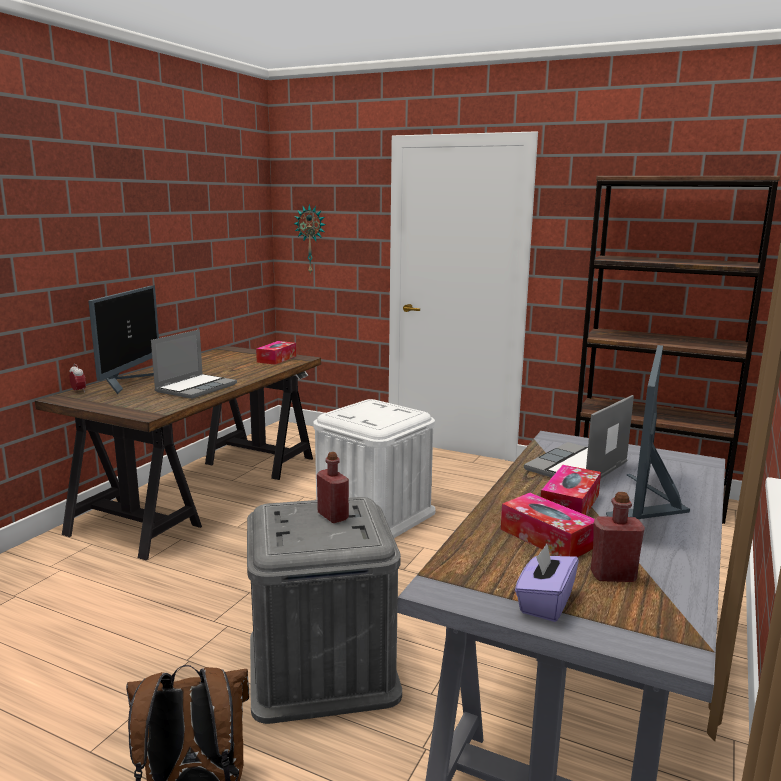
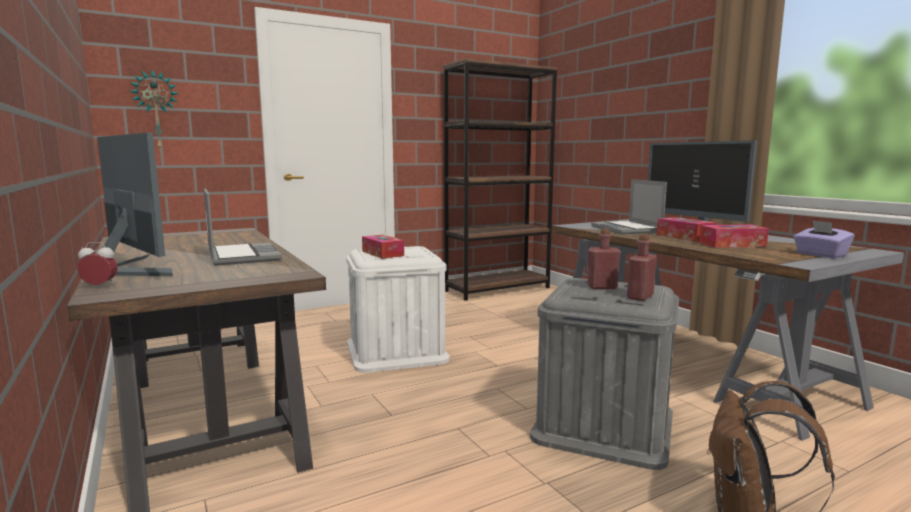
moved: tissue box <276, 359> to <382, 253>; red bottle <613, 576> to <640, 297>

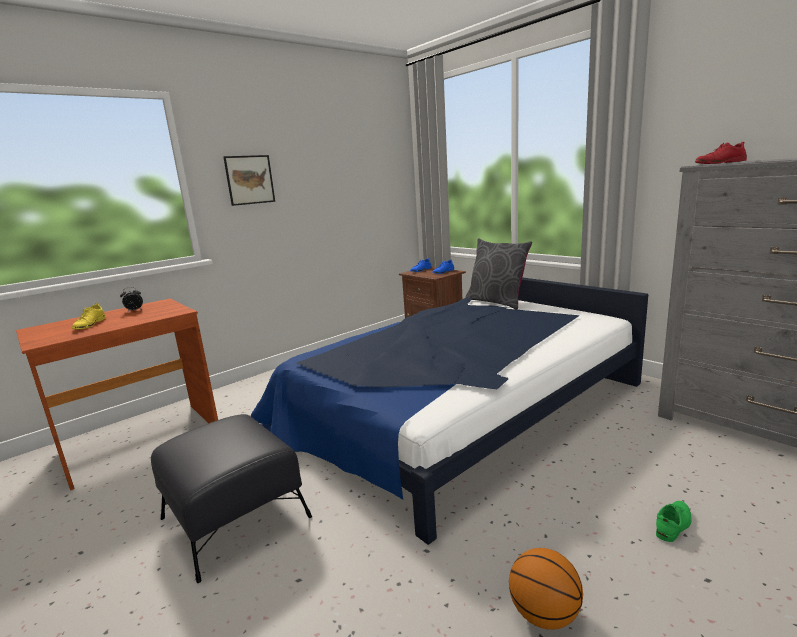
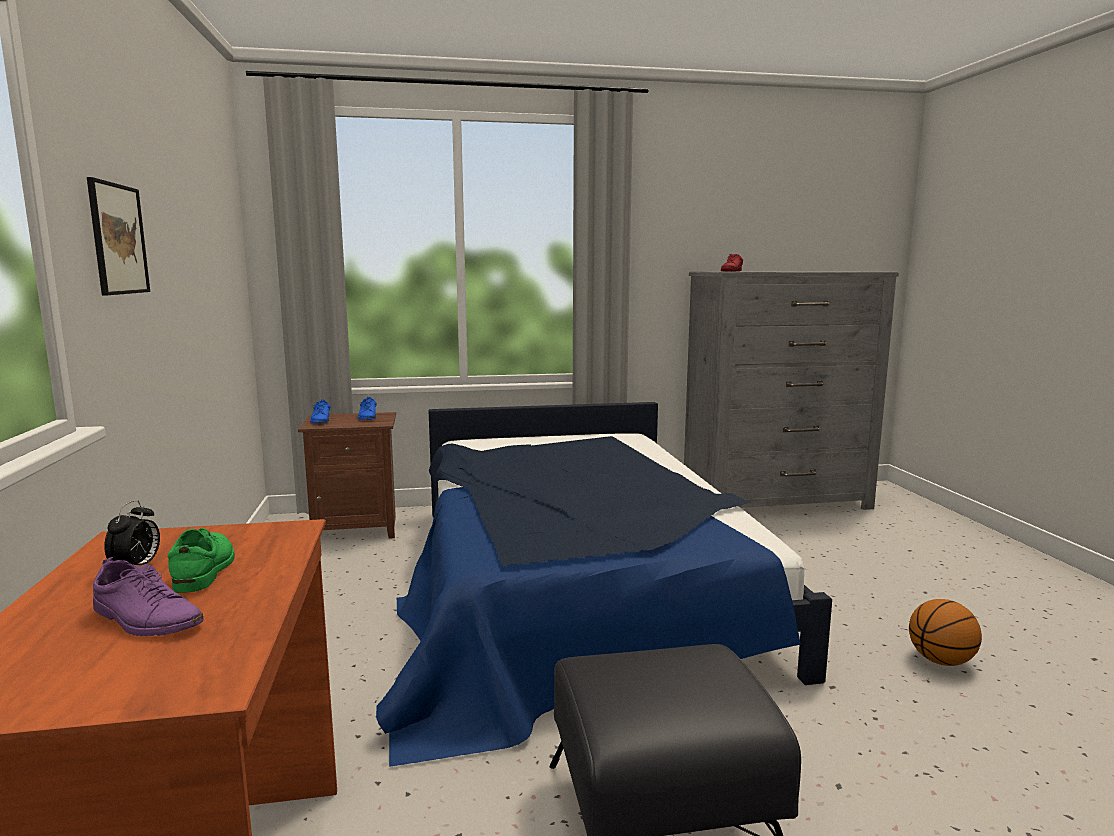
removed: grey pillow <496, 302>
moved: green shoe <673, 524> to <204, 569>
recoloured: yellow shoe <89, 324> to purple shoe <146, 619>

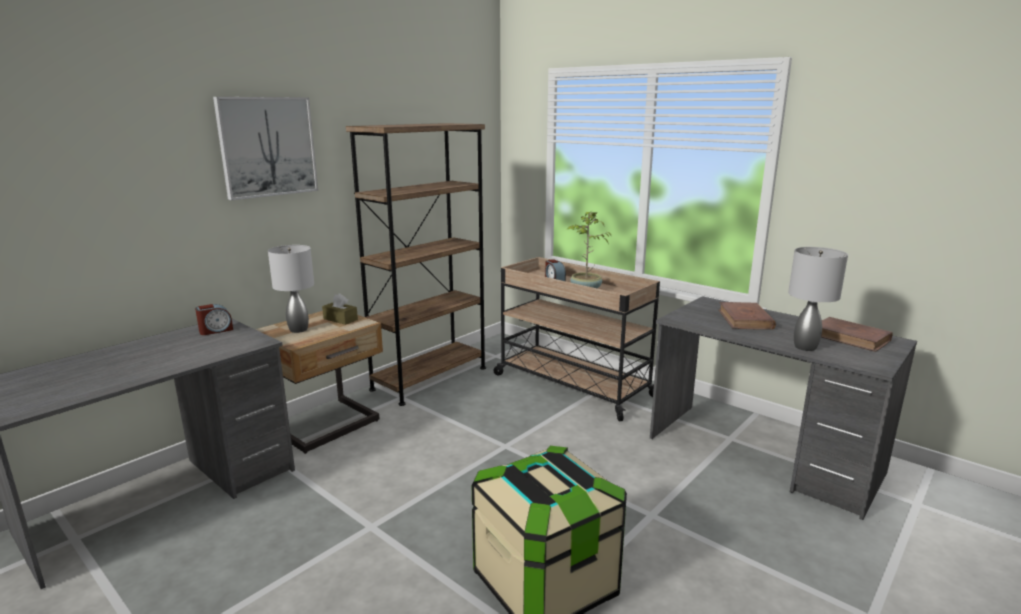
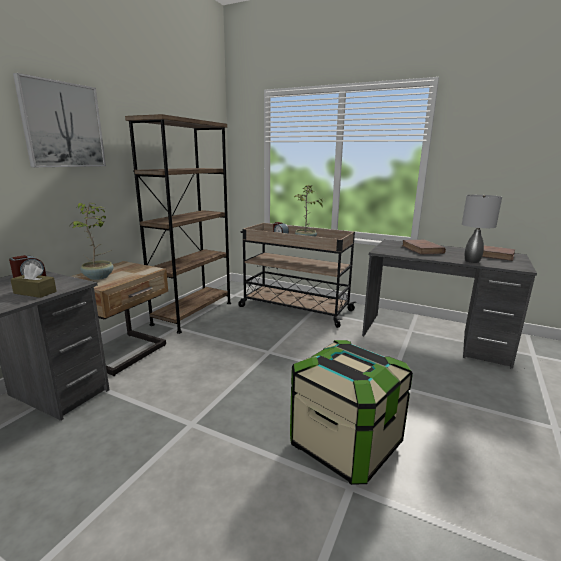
moved: brown tissue box <340, 319> to <35, 292>
replaced: grey table lamp <298, 330> to potted plant <99, 277>

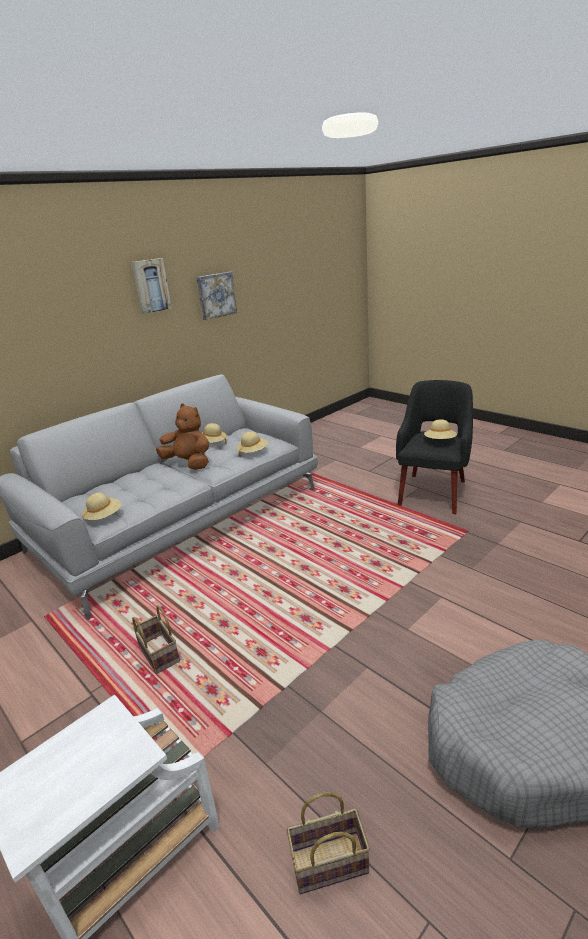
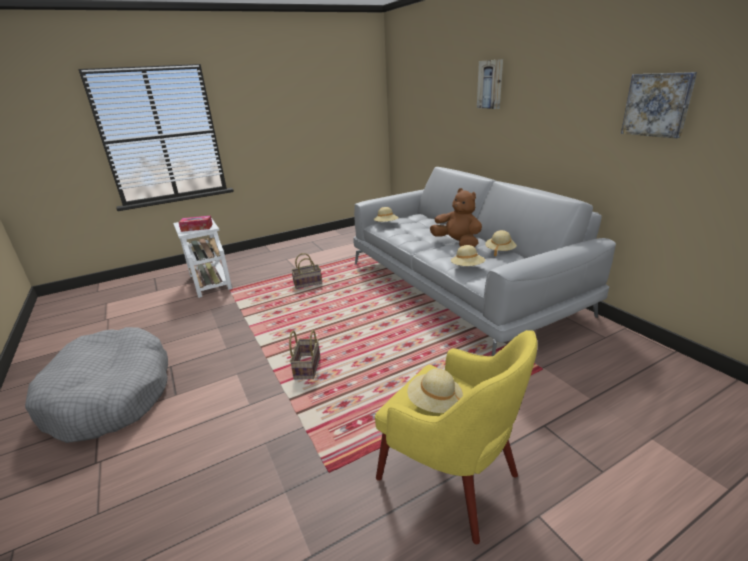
added: tissue box <197, 228>
moved: basket <328, 865> to <306, 367>; picture <151, 285> to <490, 84>
recoloured: black armchair <433, 492> to yellow armchair <450, 479>
turned: brown plush toy <189, 463> = <457, 243> 90 degrees counterclockwise

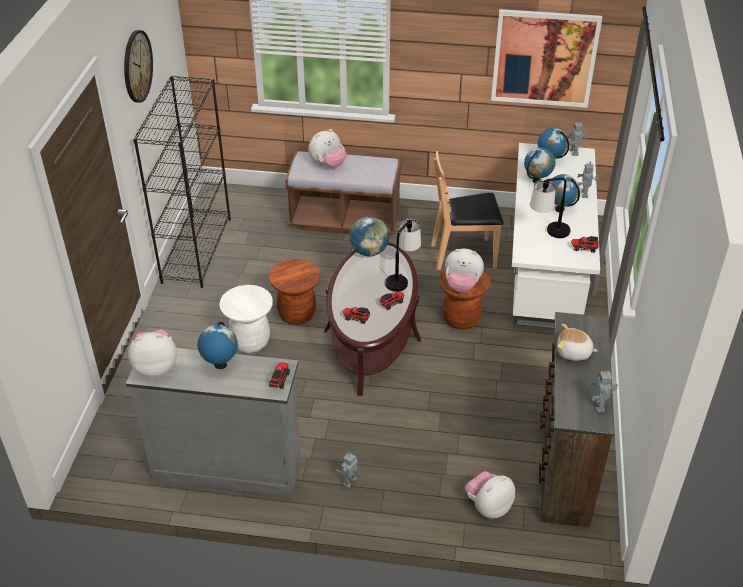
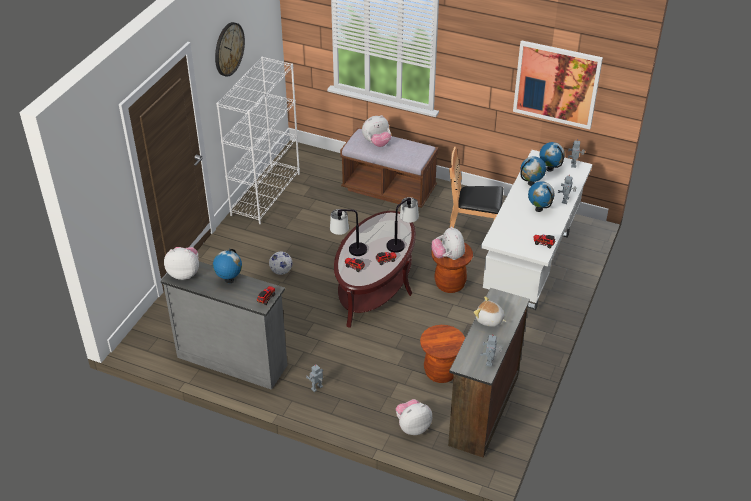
removed: globe <369, 251>
moved: table lamp <548, 233> to <349, 250>; brown stool <297, 314> to <440, 372>
replaced: white stool <250, 341> to football <281, 271>
recoloured: black bookcase <196, 249> to white bookcase <265, 194>
turned: plush toy <462, 285> = <448, 256> 45 degrees clockwise

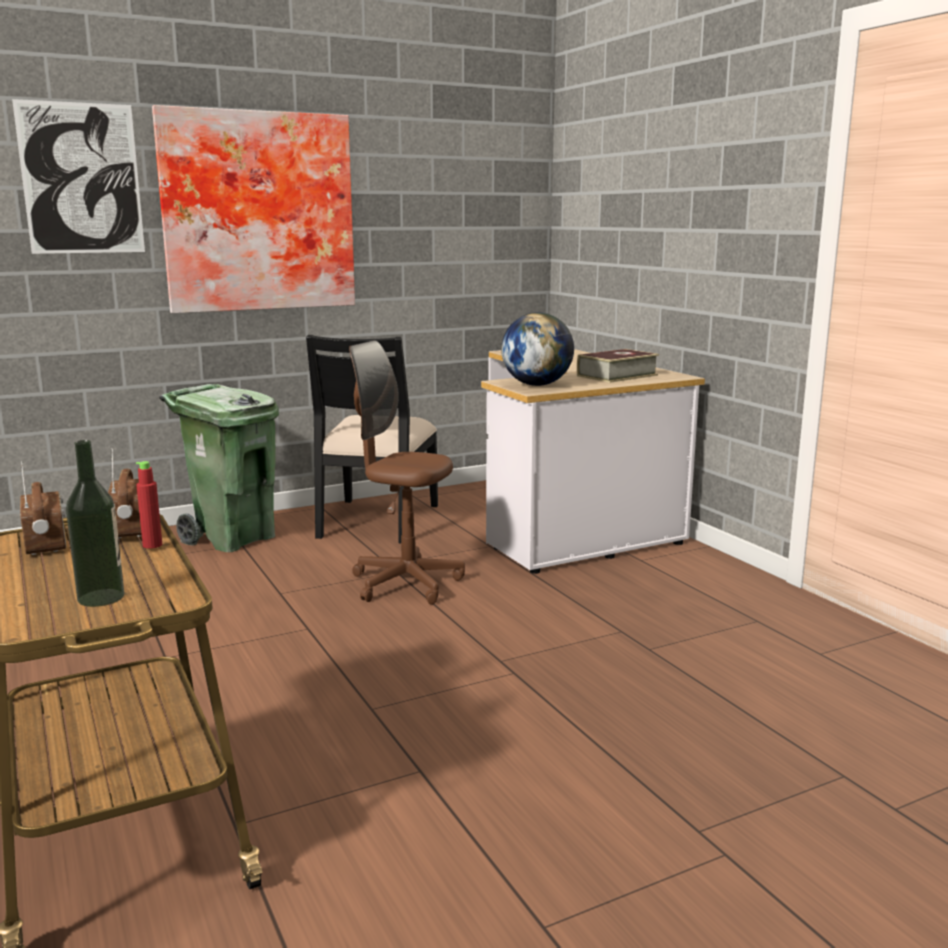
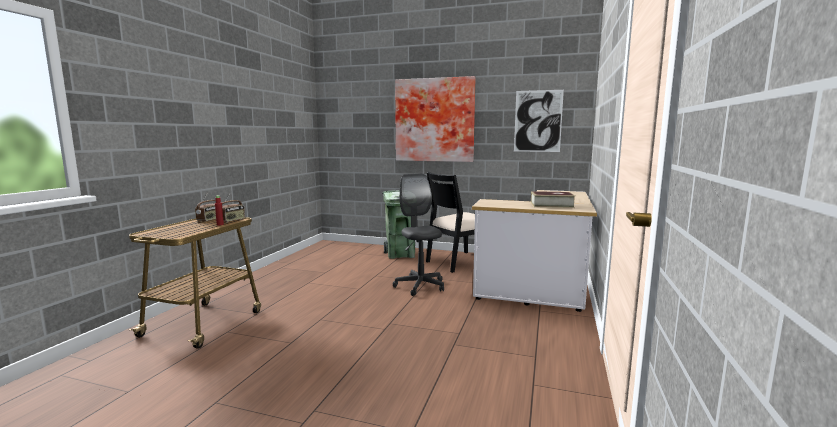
removed: bottle <101, 598>; globe <536, 385>
moved: picture <81, 179> to <538, 121>
recoloured: brown office chair <406, 583> to grey office chair <420, 286>

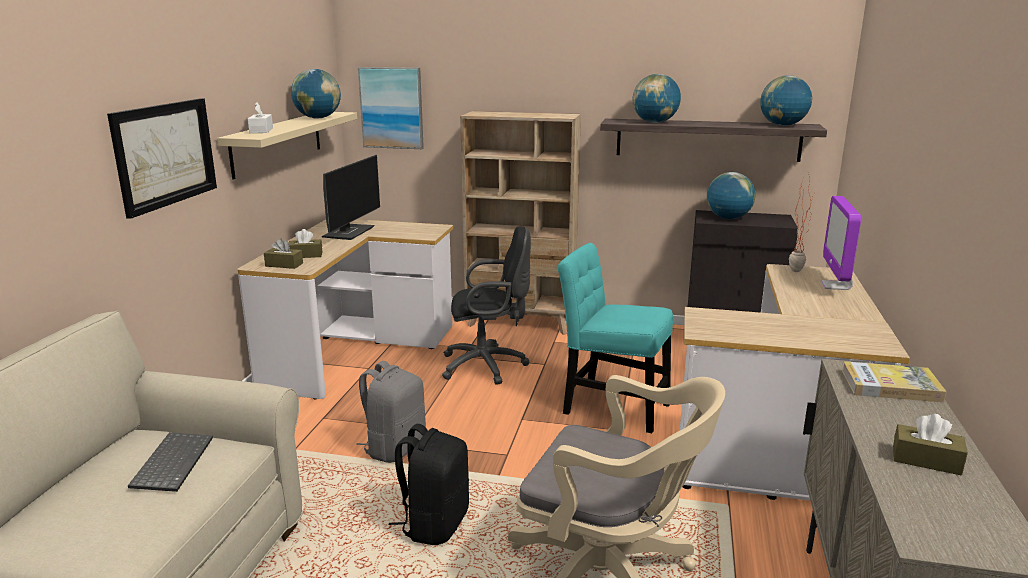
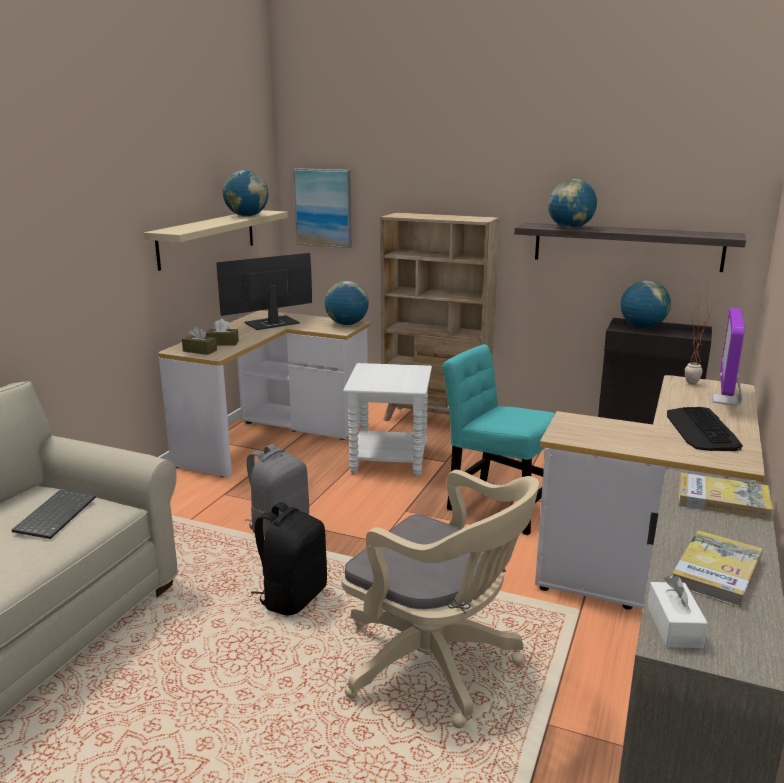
removed: picture <165, 154>
added: keyboard <701, 430>
moved: globe <782, 125> to <347, 324>; white tissue box <261, 130> to <674, 626>
replaced: black office chair <488, 366> to white side table <390, 459>; brown tissue box <926, 460> to book <716, 572>
turned: monitor <349, 232> = <271, 324> 150 degrees counterclockwise

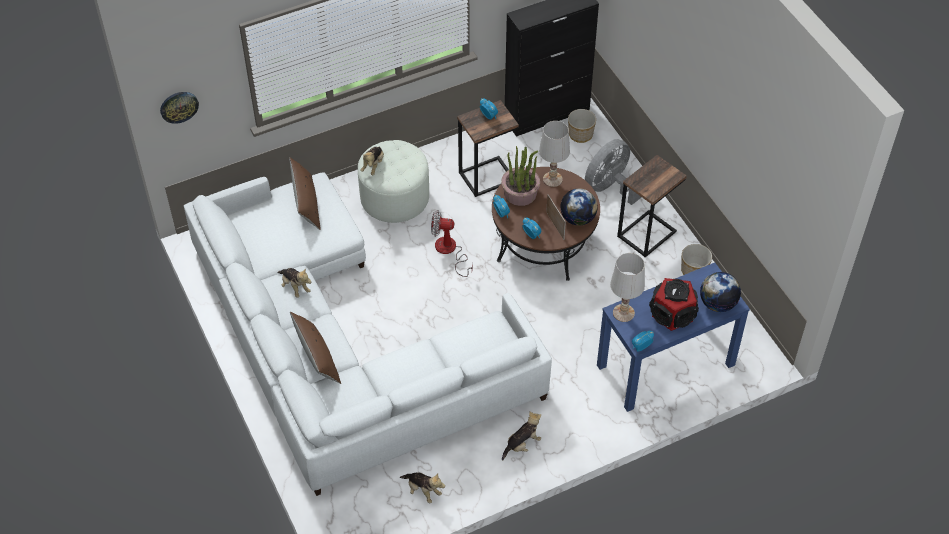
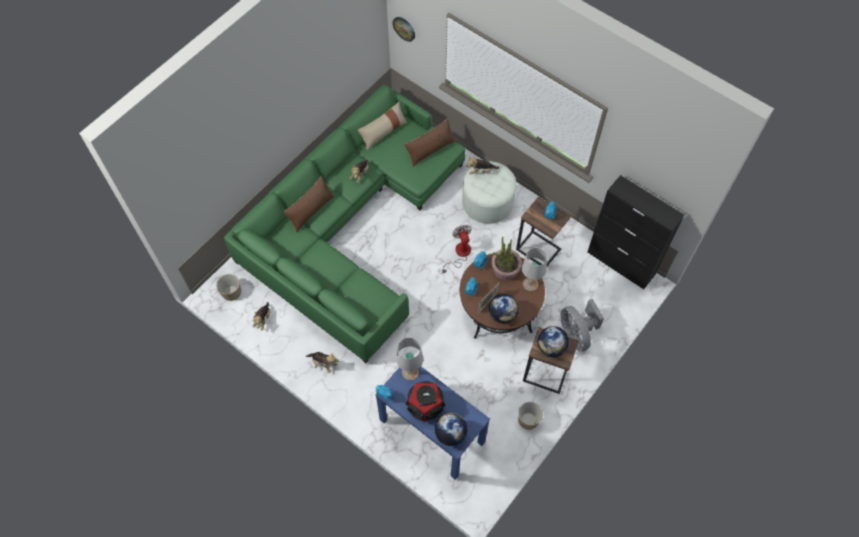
added: beige pillow <383, 132>; globe <551, 347>
moved: planter <580, 135> to <231, 292>
recoloured: white sofa <340, 346> to green sofa <350, 226>
turned: grey fan <612, 187> = <576, 334> 135 degrees counterclockwise

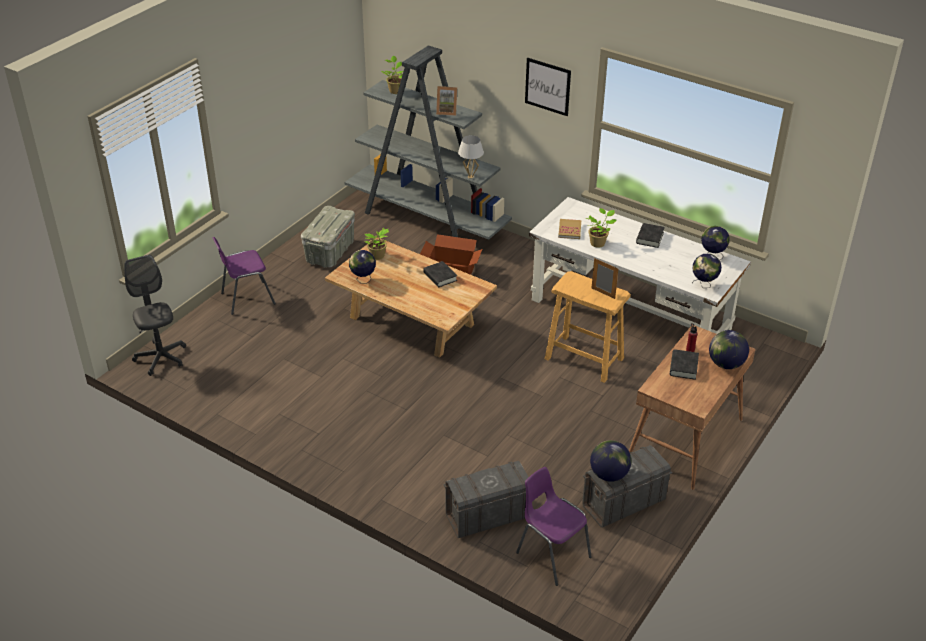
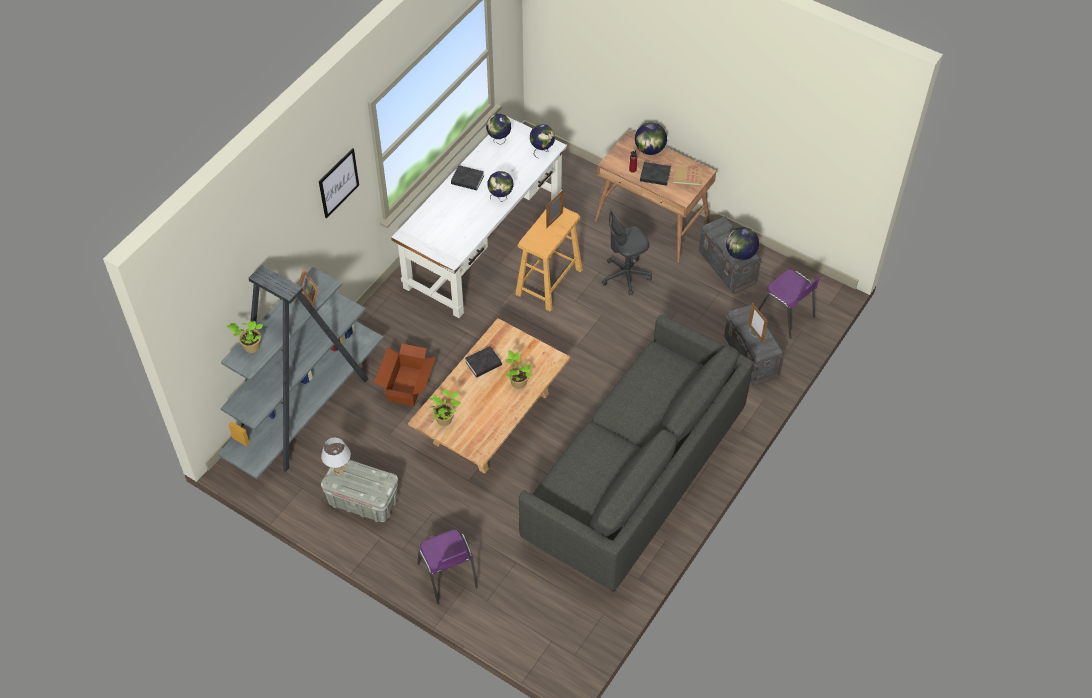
added: grey sofa <635, 476>; picture frame <755, 333>
moved: white table lamp <470, 177> to <339, 472>; globe <363, 280> to <501, 197>; potted plant <598, 243> to <518, 382>; grey office chair <161, 358> to <625, 276>; book <569, 230> to <687, 176>
turned: purple chair <551, 554> = <786, 316> 90 degrees counterclockwise

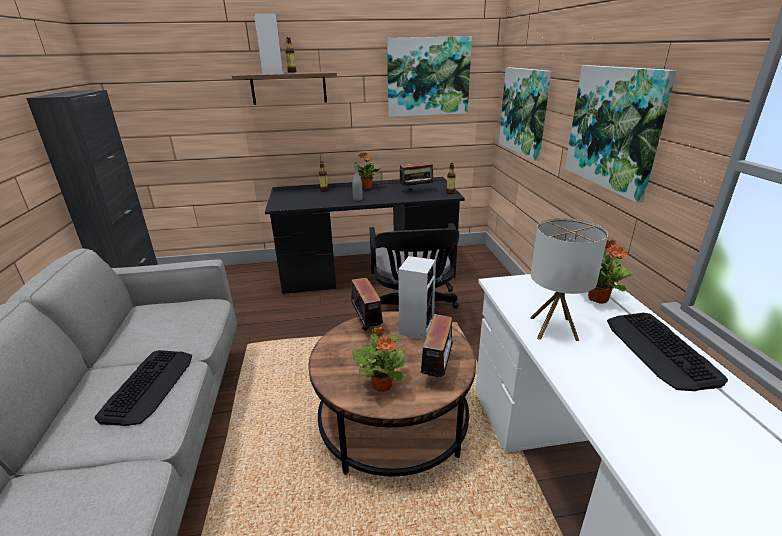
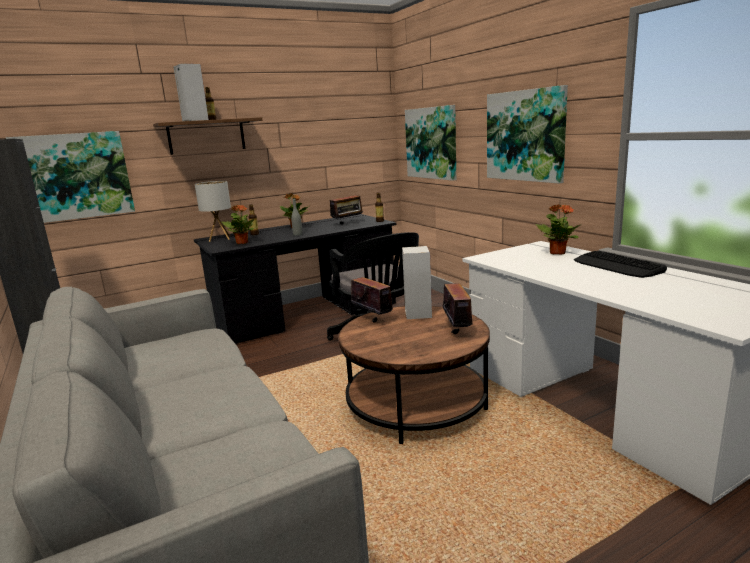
removed: keyboard <149, 386>
moved: picture <428, 77> to <74, 176>; table lamp <553, 328> to <219, 238>; potted plant <382, 384> to <242, 242>

